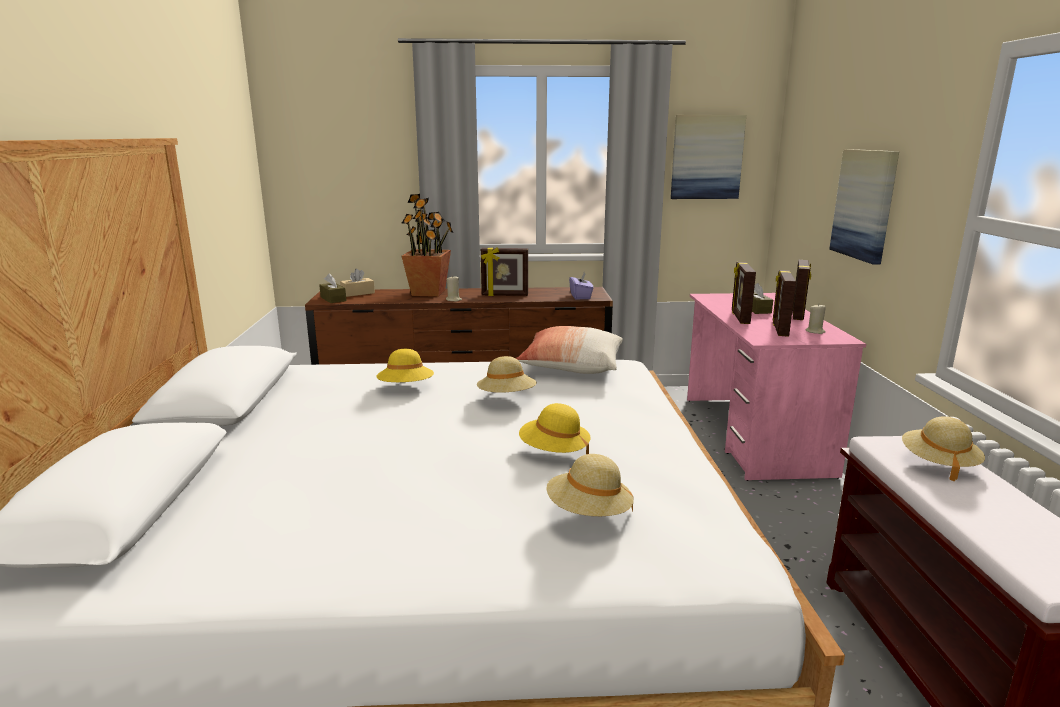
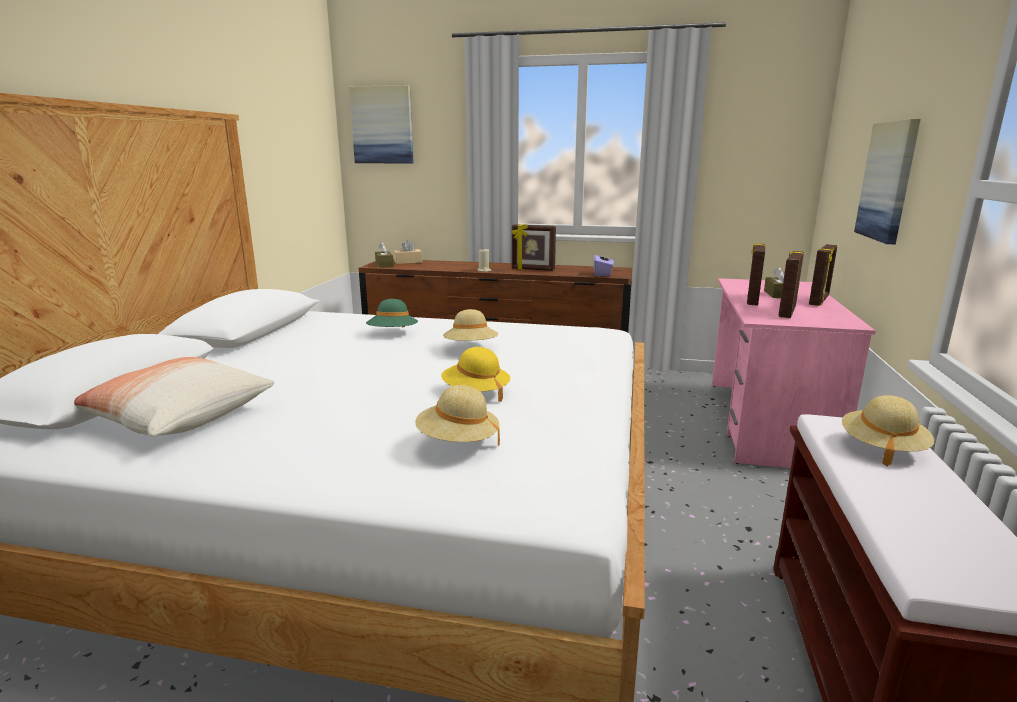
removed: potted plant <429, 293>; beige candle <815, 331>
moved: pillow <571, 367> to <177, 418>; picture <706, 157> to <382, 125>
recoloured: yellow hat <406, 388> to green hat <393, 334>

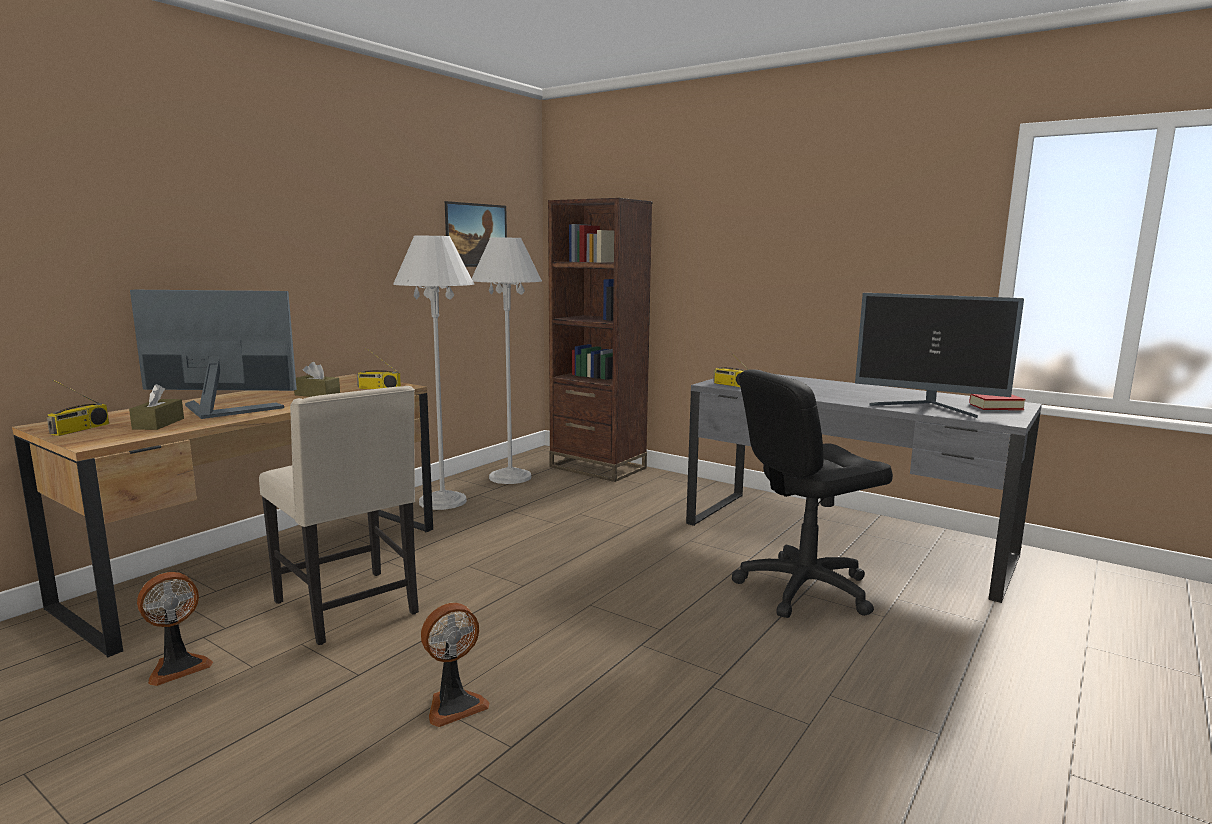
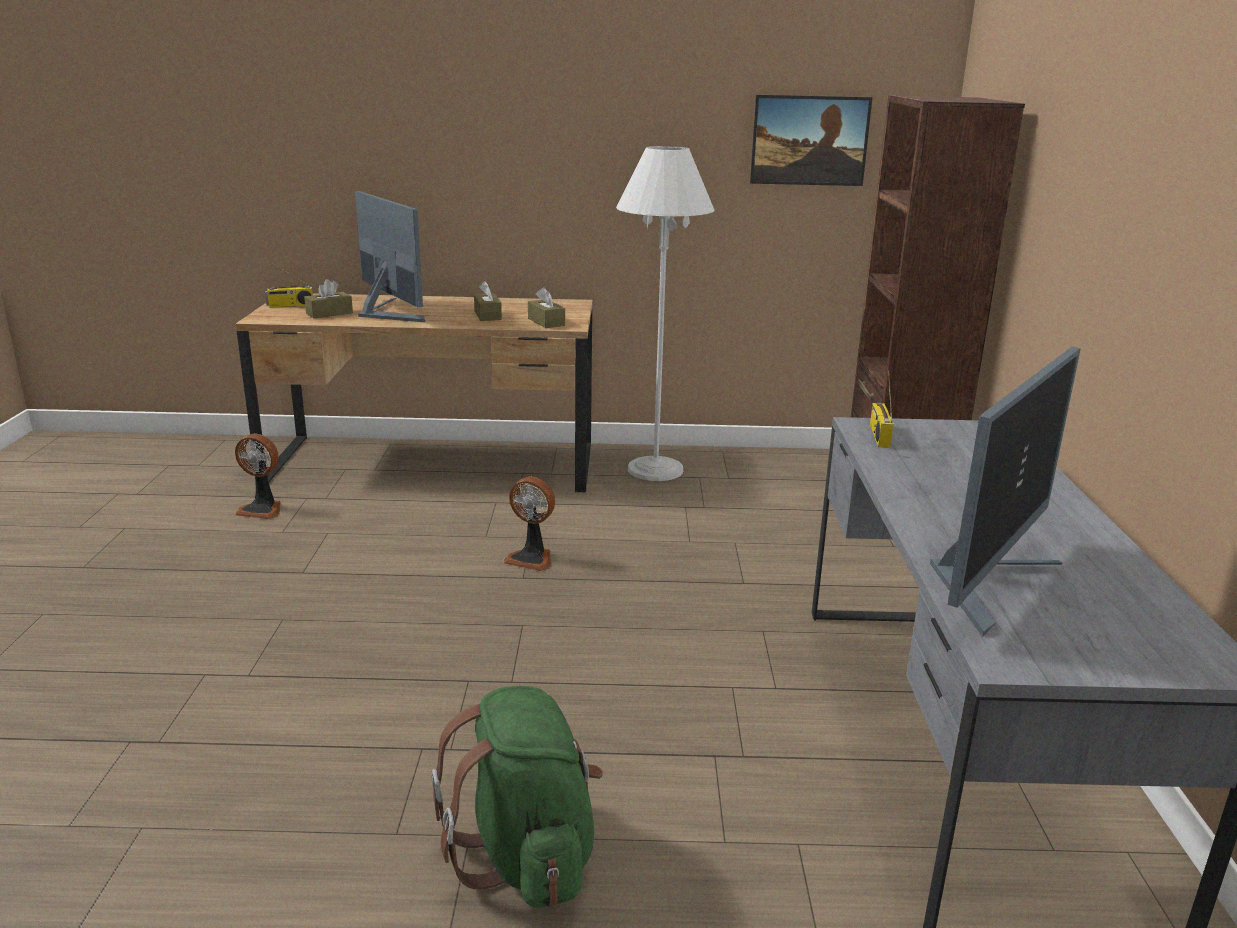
removed: beige chair <350, 608>; white floor lamp <510, 477>; black office chair <804, 589>; book <996, 407>
added: green backpack <527, 855>
moved: fan <454, 705> to <532, 558>
replaced: radio <378, 388> to brown tissue box <546, 322>
turned: monitor <927, 408> = <986, 582> 135 degrees counterclockwise

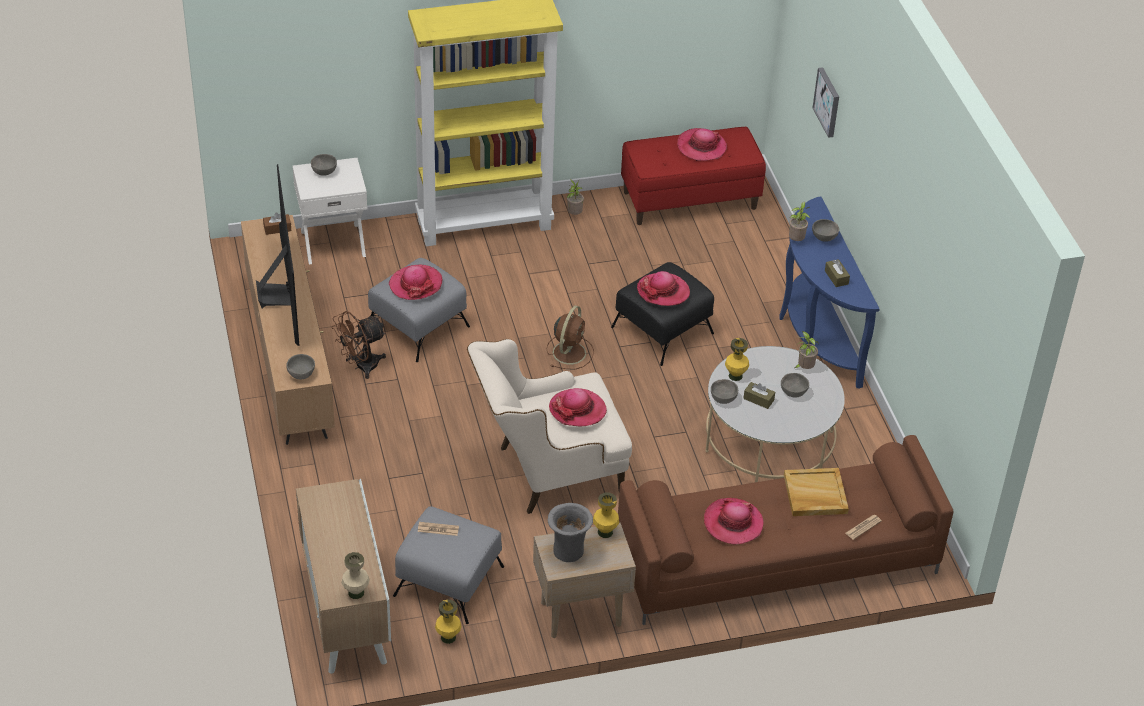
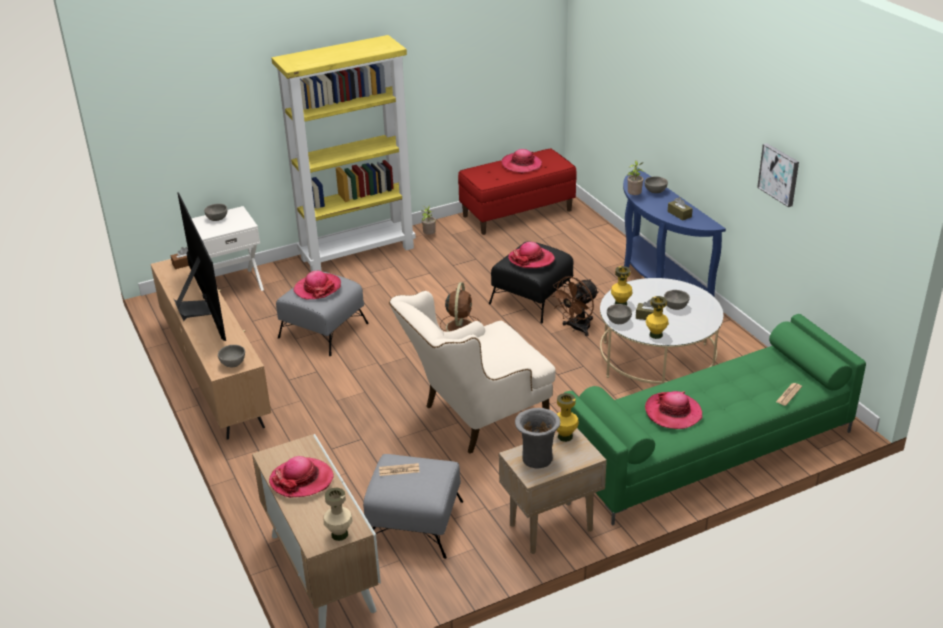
removed: beige tray <814, 494>; potted plant <804, 368>
moved: hat <577, 410> to <301, 480>; brown fan <361, 366> to <576, 329>; yellow vase <448, 637> to <655, 335>; picture <828, 102> to <779, 174>
recoloured: brown sofa <775, 561> to green sofa <707, 449>

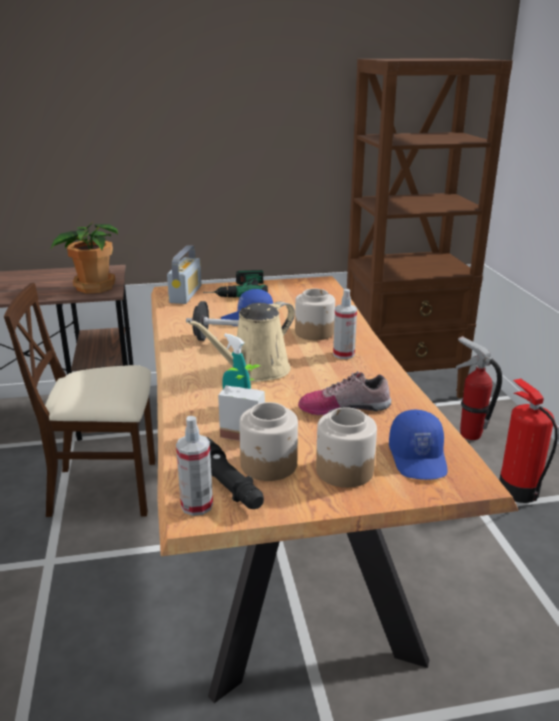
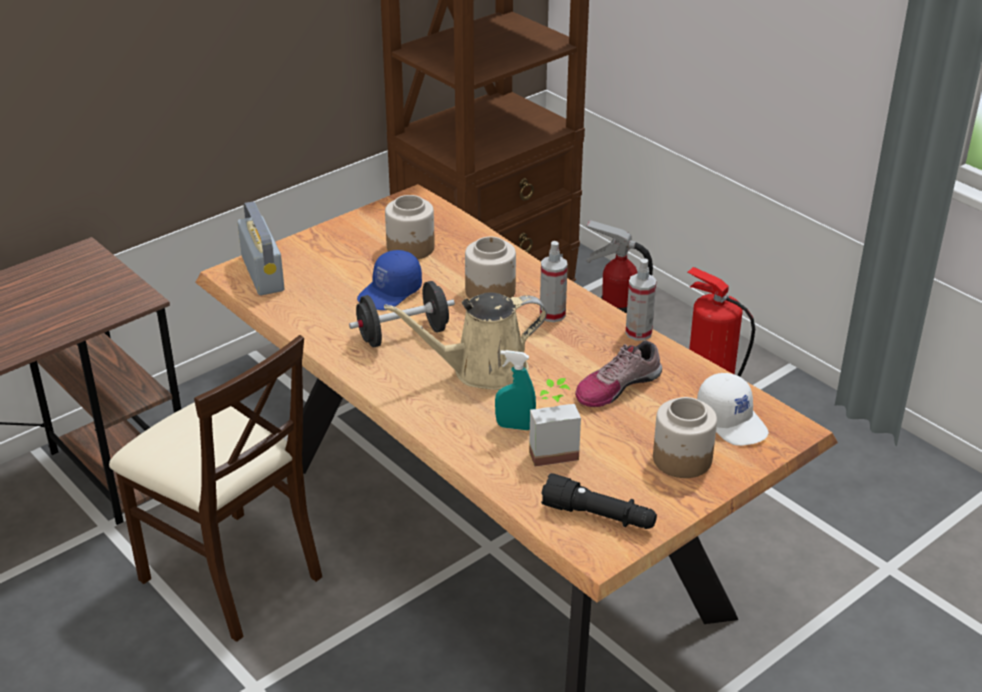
removed: potted plant <93, 287>; power drill <234, 290>
moved: jar <269, 465> to <411, 248>; spray bottle <197, 505> to <638, 333>
recoloured: blue cap <419, 458> to white cap <732, 421>
turned: beige chair <106, 488> = <231, 574> 105 degrees counterclockwise; beige watering can <255, 371> = <482, 370> 60 degrees clockwise

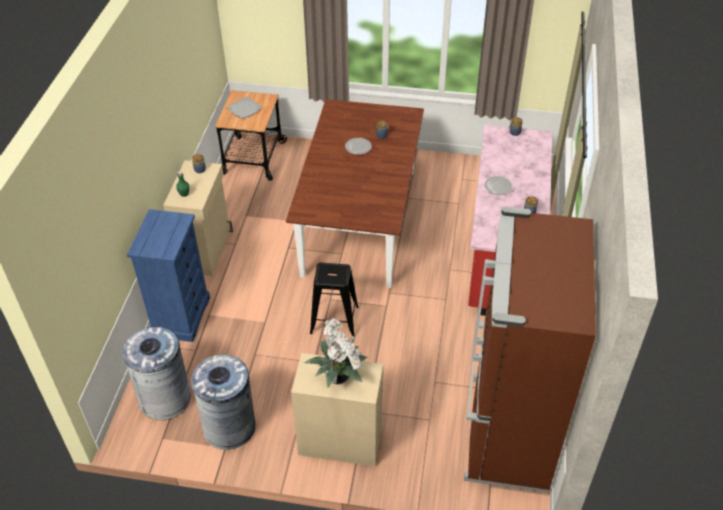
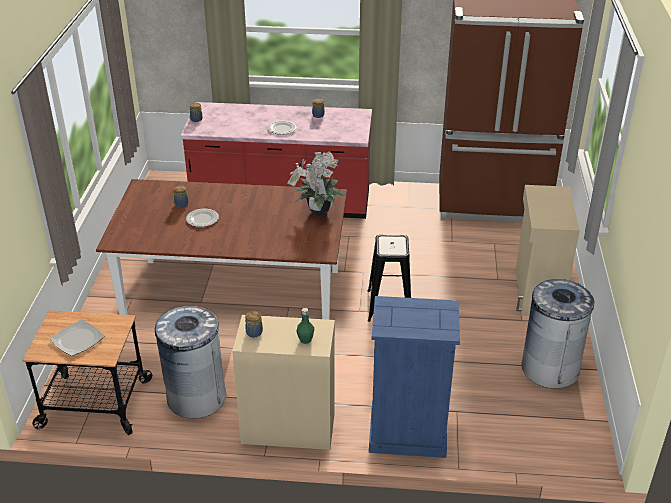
moved: grey trash can <165, 398> to <196, 397>; potted plant <338, 376> to <317, 212>

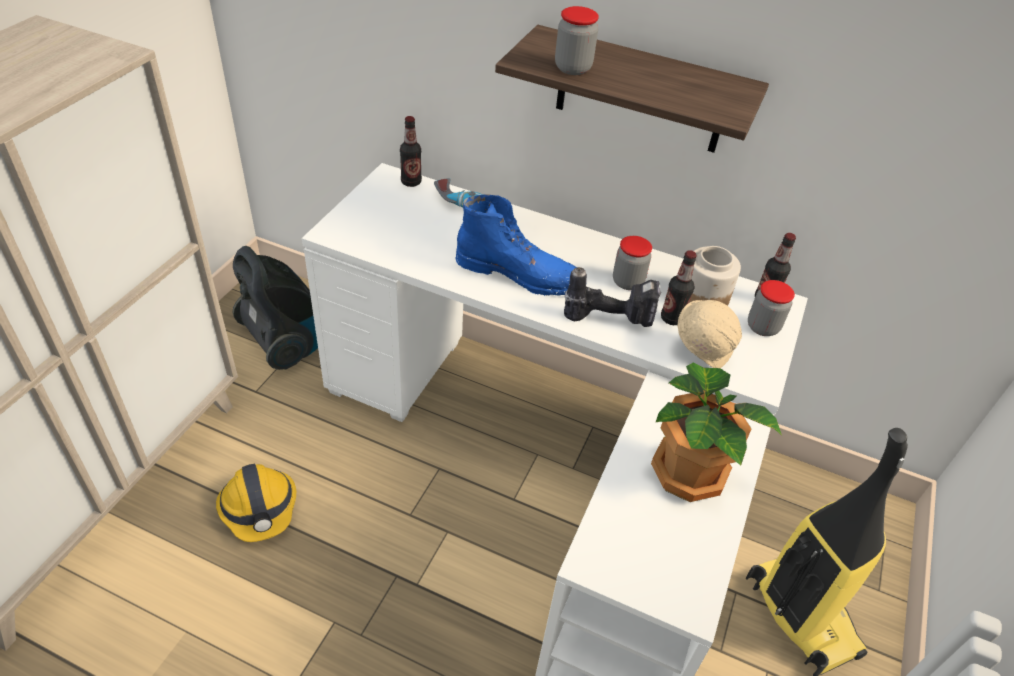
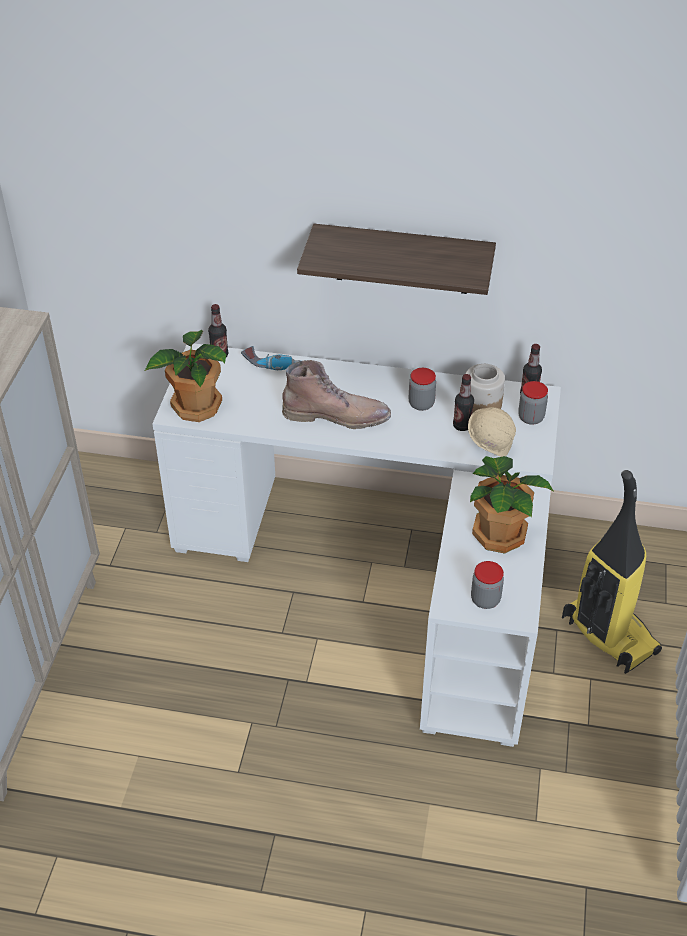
removed: hard hat <259, 508>; vacuum cleaner <285, 343>; power drill <610, 317>
added: potted plant <195, 406>
moved: jar <572, 68> to <485, 600>
recoloured: blue boot <520, 274> to brown boot <337, 415>

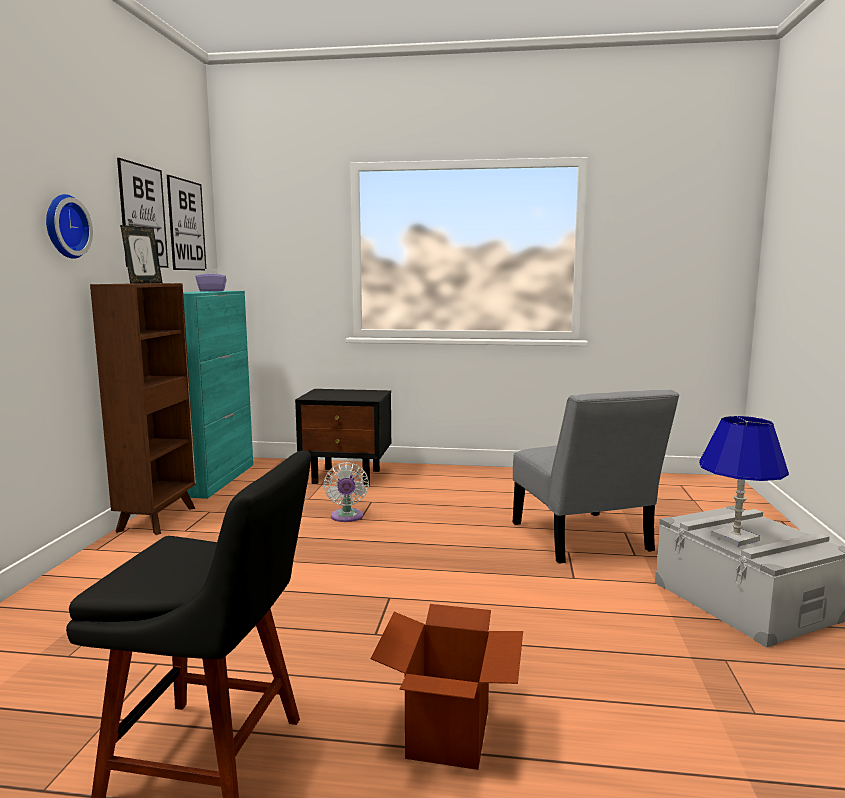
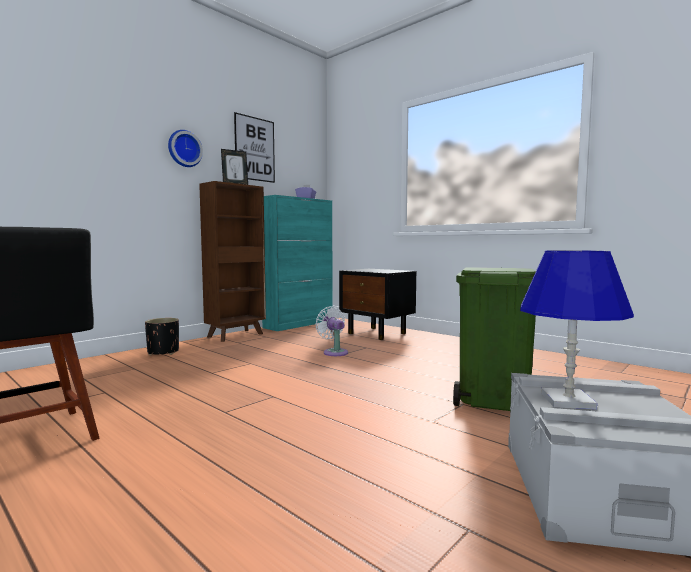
removed: picture <186, 225>; cardboard box <449, 733>
added: black planter <163, 352>
replaced: grey chair <583, 540> to green trash can <492, 400>
turned: white fan <346, 517> = <334, 352> 120 degrees clockwise

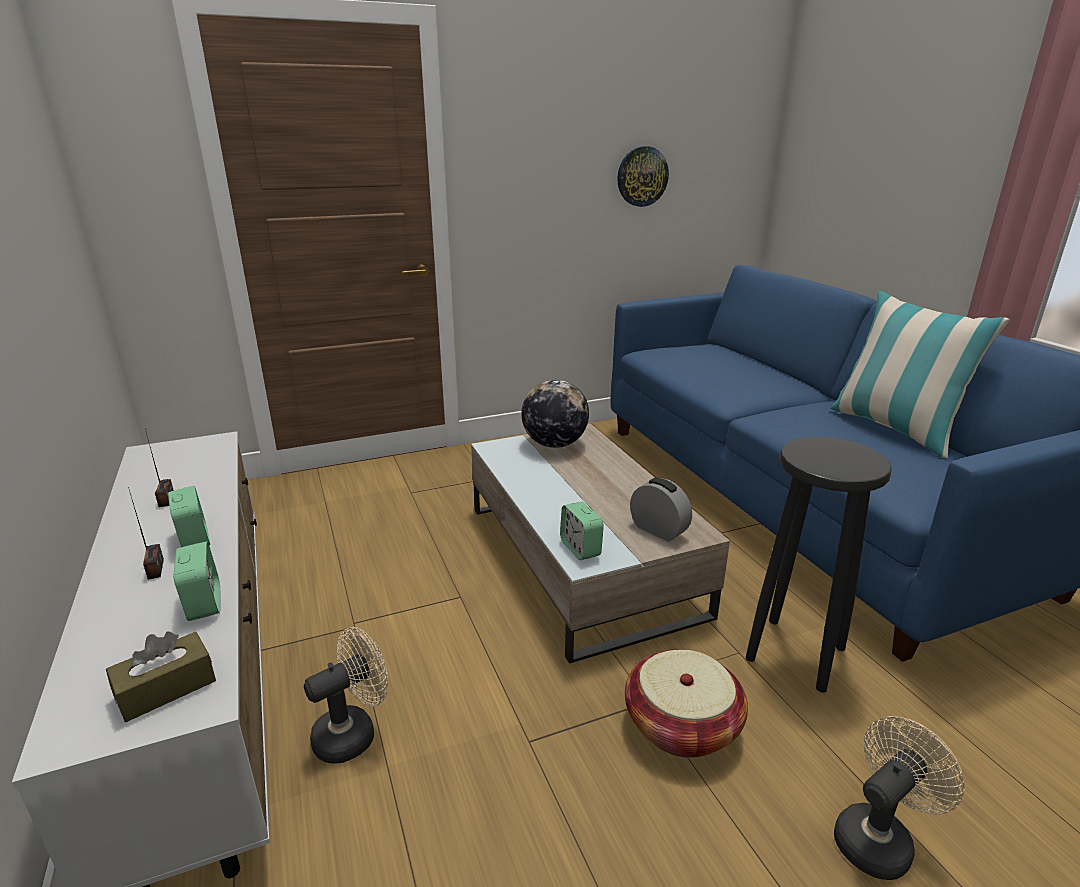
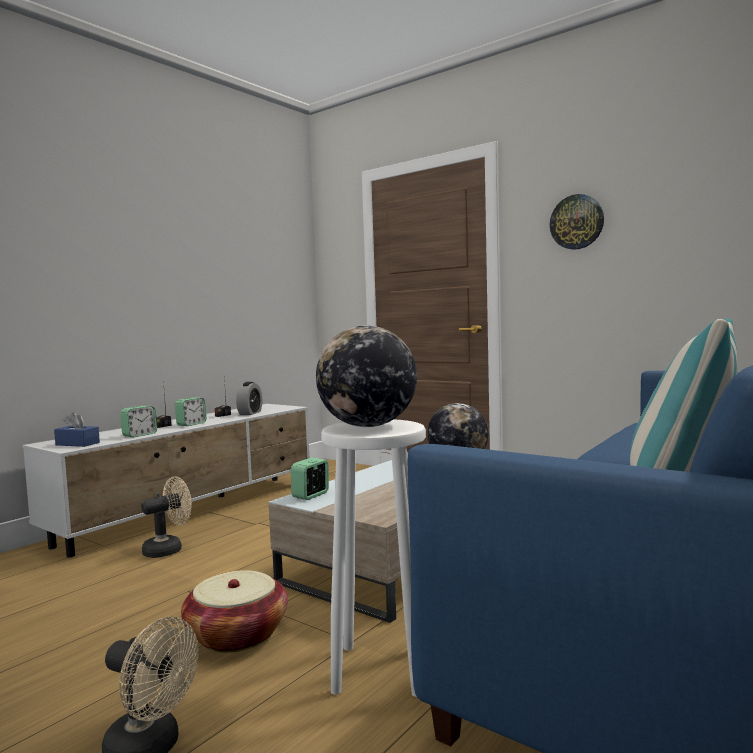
added: globe <368, 426>
moved: alarm clock <658, 530> to <250, 413>; wall clock <642, 176> to <576, 222>
recoloured: brown tissue box <166, 688> to blue tissue box <77, 444>; black stool <794, 652> to white stool <380, 668>
turned: beige fan <353, 733> = <169, 549> 60 degrees counterclockwise

